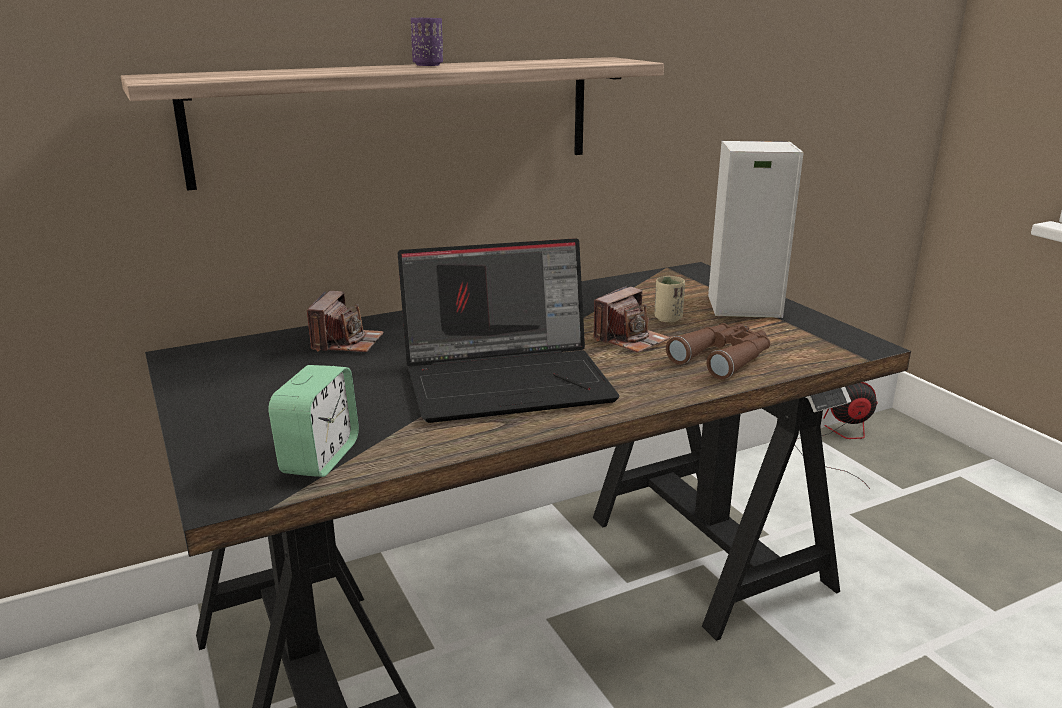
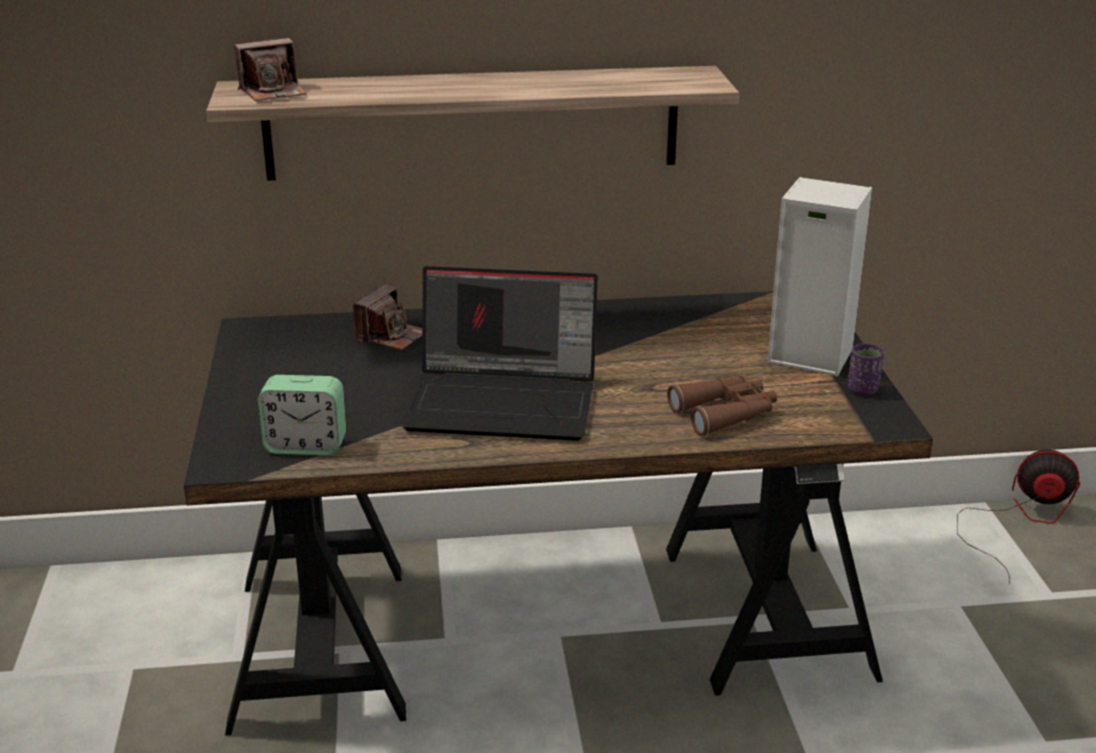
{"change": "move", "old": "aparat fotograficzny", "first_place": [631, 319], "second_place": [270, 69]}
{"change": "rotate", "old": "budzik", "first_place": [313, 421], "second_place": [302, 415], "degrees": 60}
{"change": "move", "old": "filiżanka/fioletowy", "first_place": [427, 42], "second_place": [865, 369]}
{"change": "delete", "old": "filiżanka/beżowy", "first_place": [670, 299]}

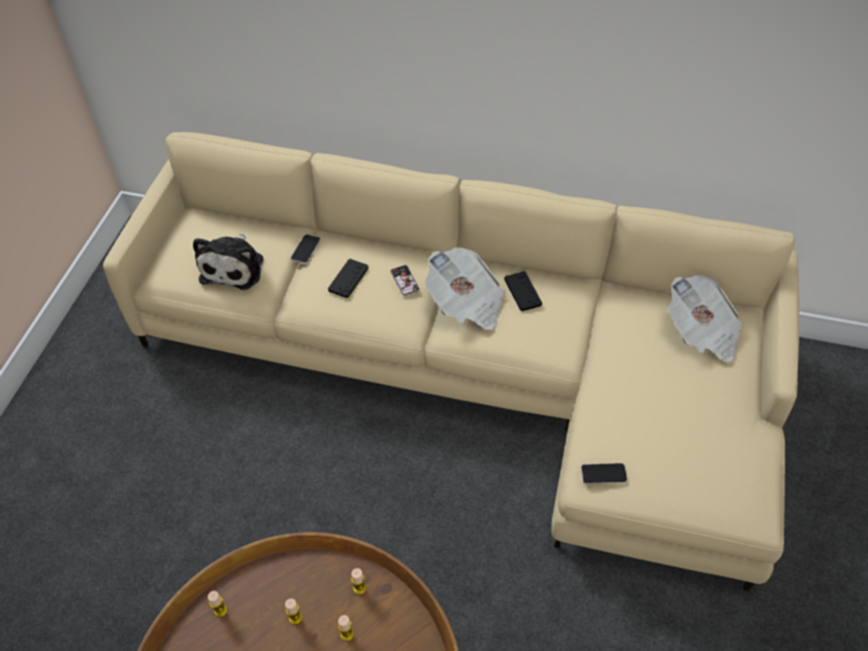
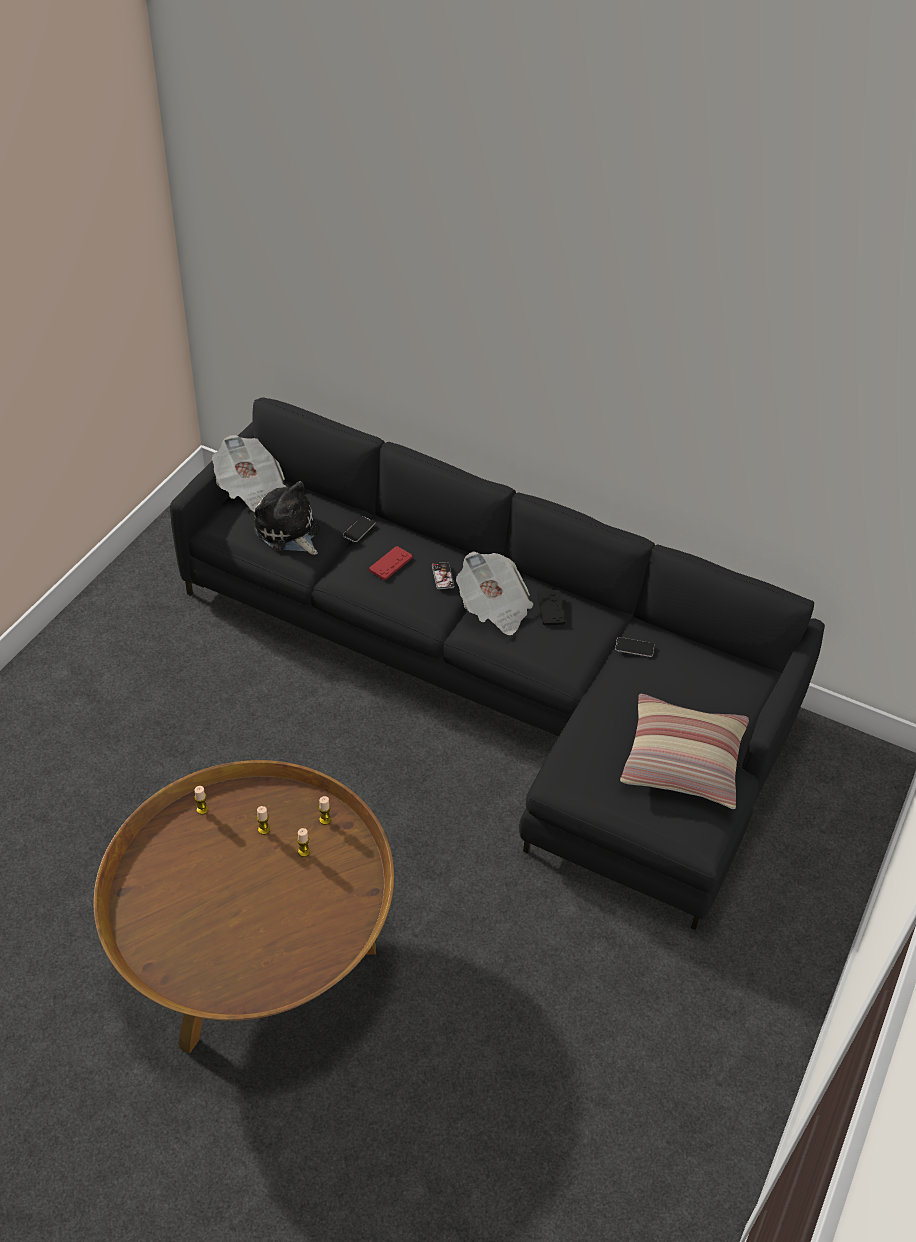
{"change": "recolor", "old": "kanapa/beżowy", "new": "kanapa/czarny", "first_place": [451, 361], "second_place": [497, 663]}
{"change": "move", "old": "gazeta", "first_place": [705, 319], "second_place": [249, 473]}
{"change": "rotate", "old": "pluszak", "first_place": [228, 262], "second_place": [286, 518], "degrees": 120}
{"change": "recolor", "old": "pad do gier/czarny", "new": "pad do gier/czerwony", "first_place": [348, 278], "second_place": [390, 563]}
{"change": "move", "old": "telefon", "first_place": [604, 473], "second_place": [634, 647]}
{"change": "insert", "new": "poduszka", "second_place": [684, 751]}

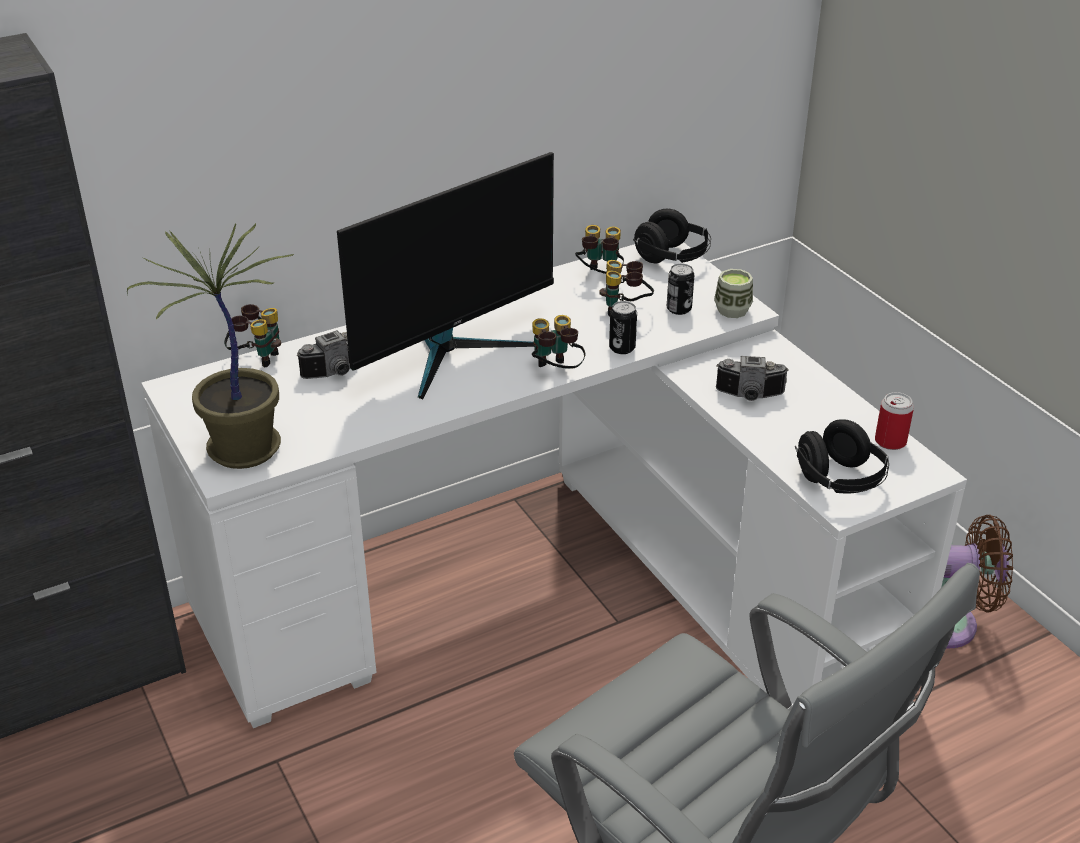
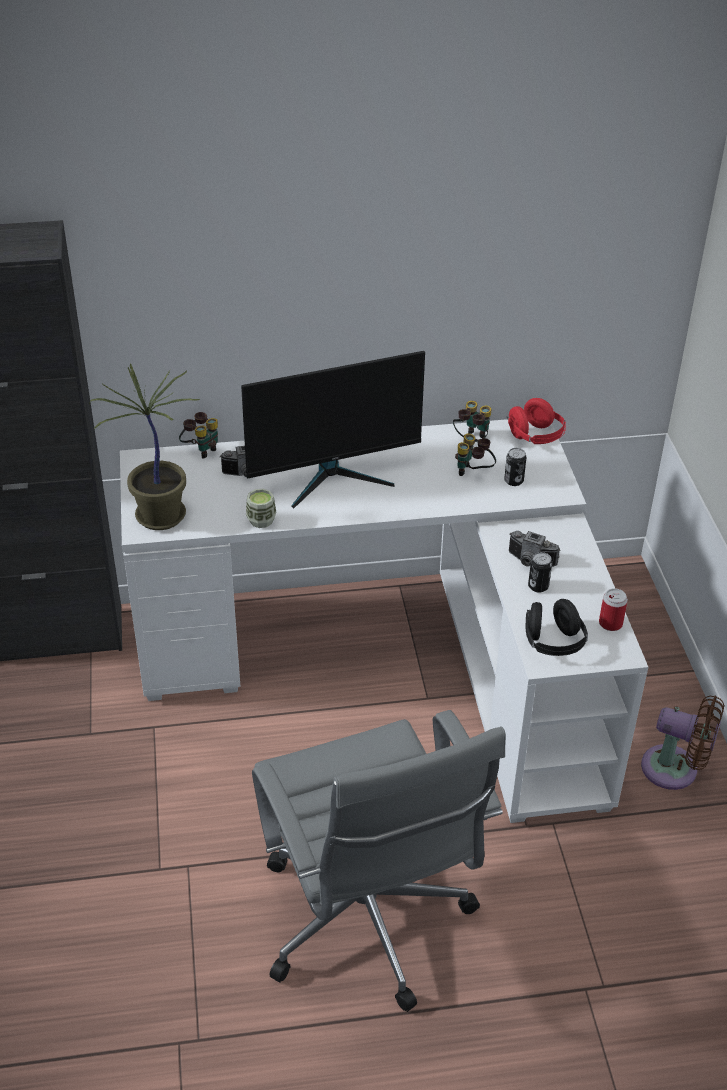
{"change": "move", "old": "filiżanka", "first_place": [733, 293], "second_place": [261, 508]}
{"change": "recolor", "old": "słuchawki/czarny", "new": "słuchawki/czerwony", "first_place": [672, 236], "second_place": [536, 421]}
{"change": "move", "old": "puszka", "first_place": [623, 327], "second_place": [540, 572]}
{"change": "delete", "old": "lornetka", "first_place": [558, 342]}

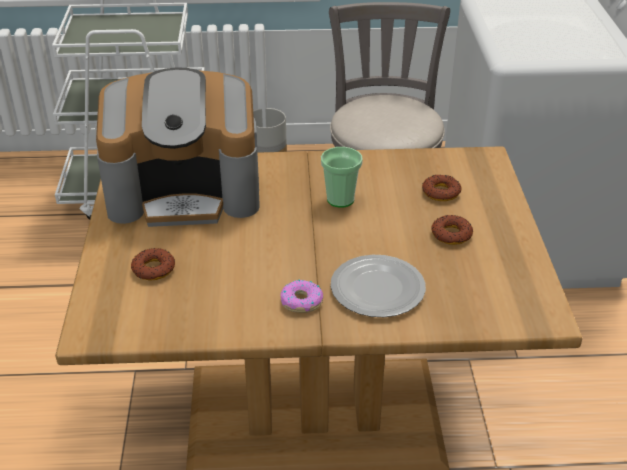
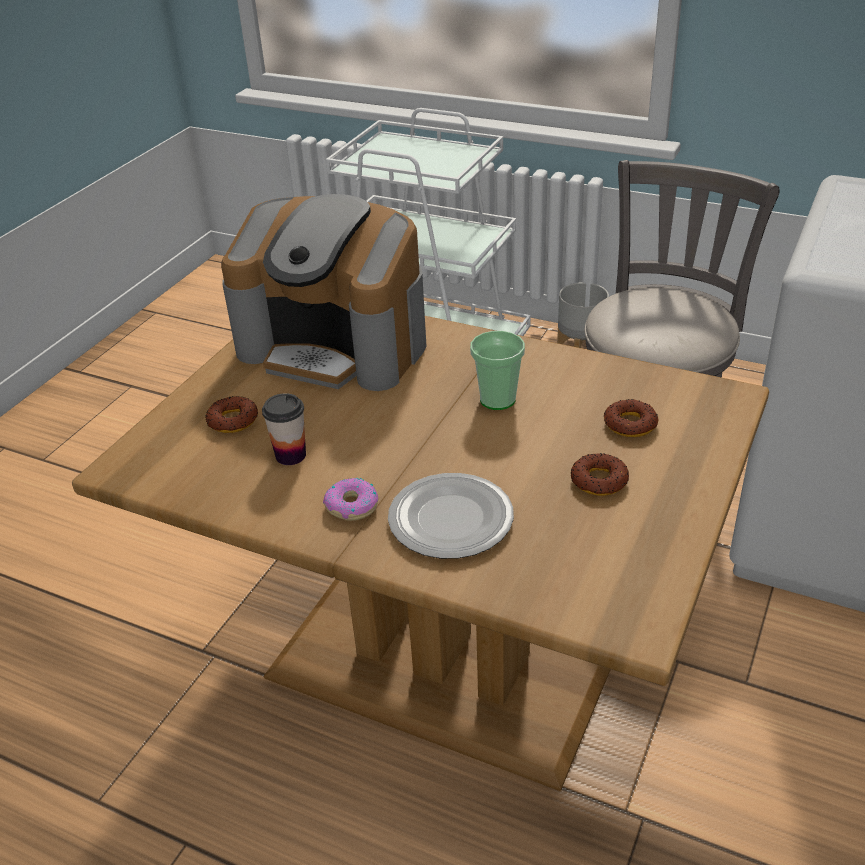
{"change": "insert", "new": "filiżanka", "second_place": [284, 429]}

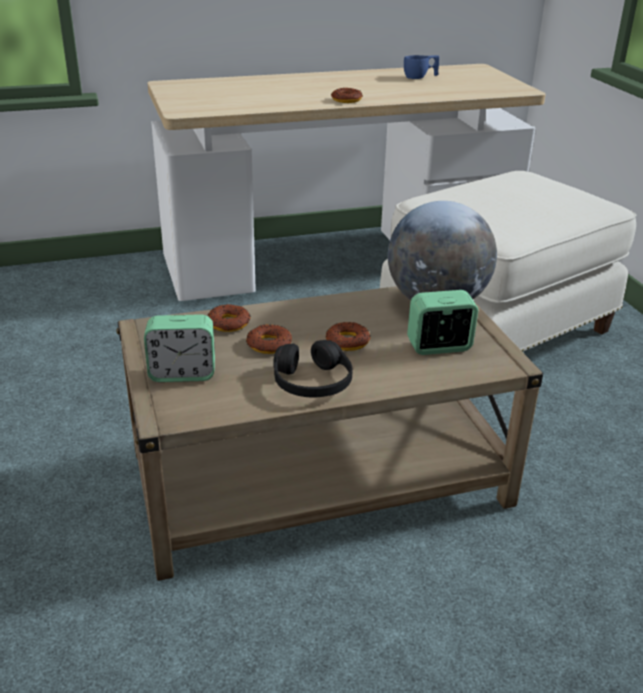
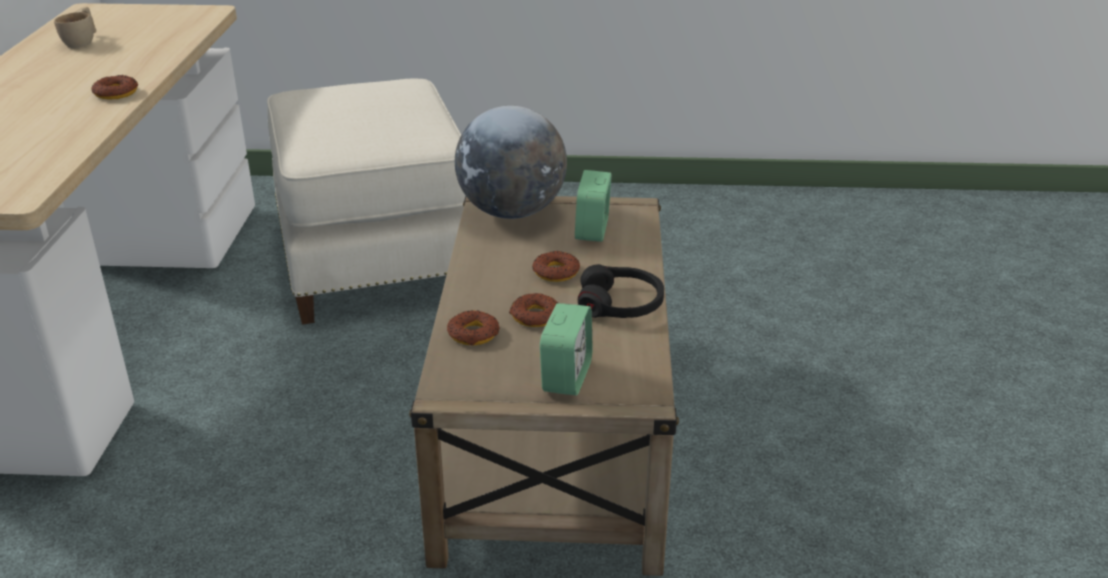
{"change": "recolor", "old": "filiżanka/niebieski", "new": "filiżanka/beżowy", "first_place": [421, 67], "second_place": [75, 27]}

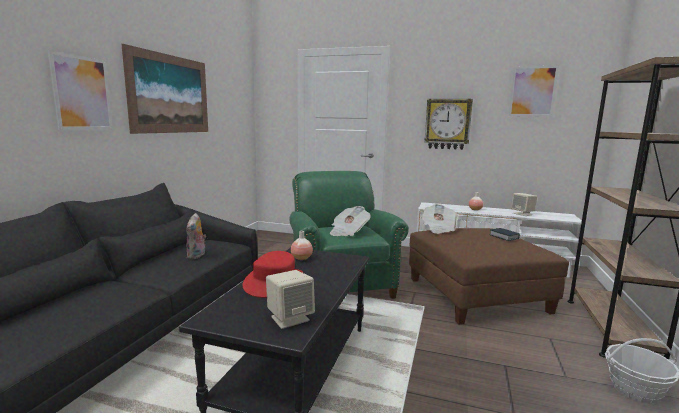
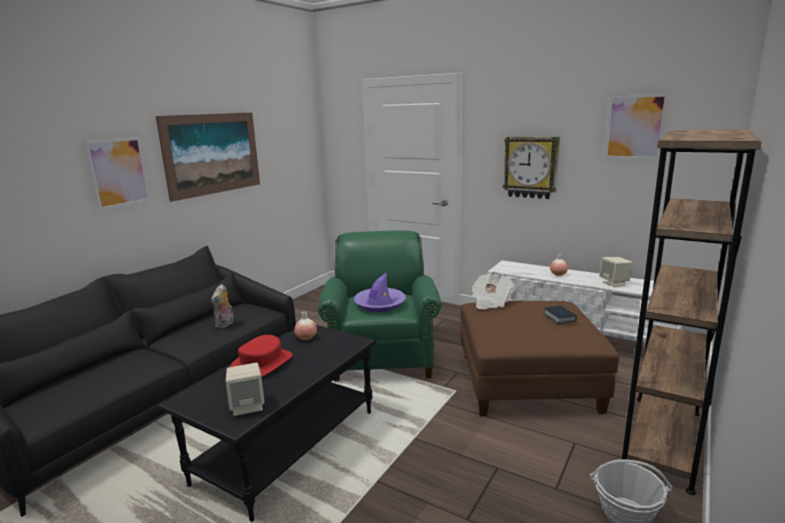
{"change": "replace", "old": "gazeta", "new": "kapelusz/fioletowy", "first_place": [350, 221], "second_place": [380, 292]}

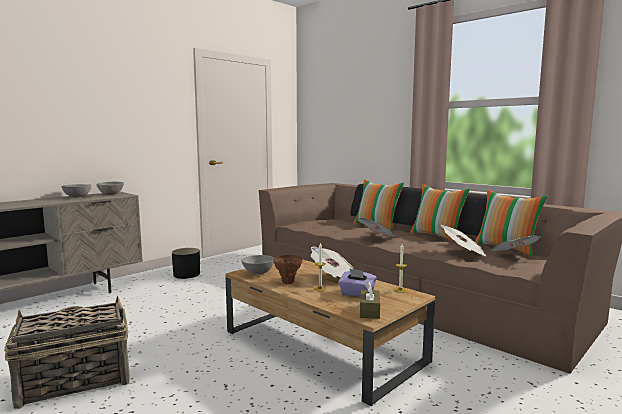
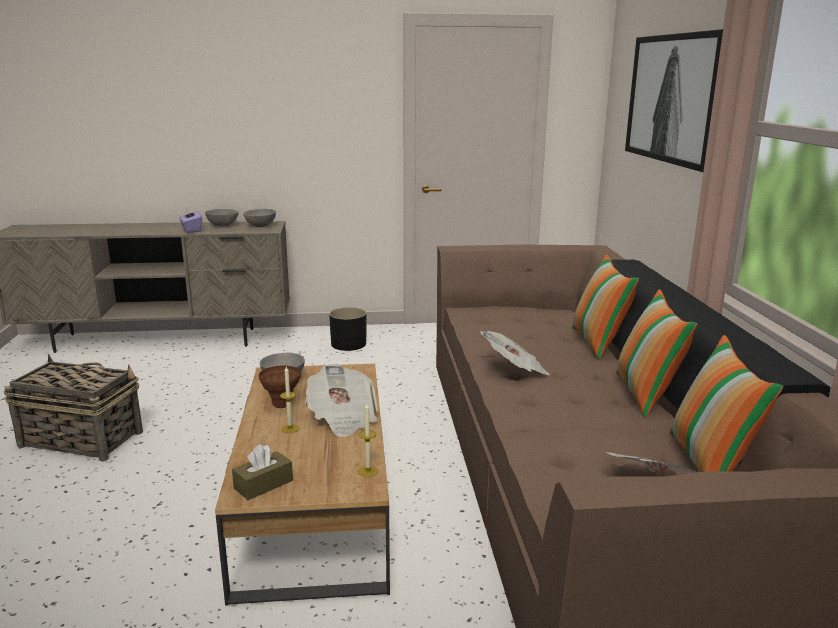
{"change": "move", "old": "pudełko chusteczek/fioletowy", "first_place": [357, 282], "second_place": [190, 221]}
{"change": "insert", "new": "obraz", "second_place": [674, 100]}
{"change": "delete", "old": "gazeta", "first_place": [463, 240]}

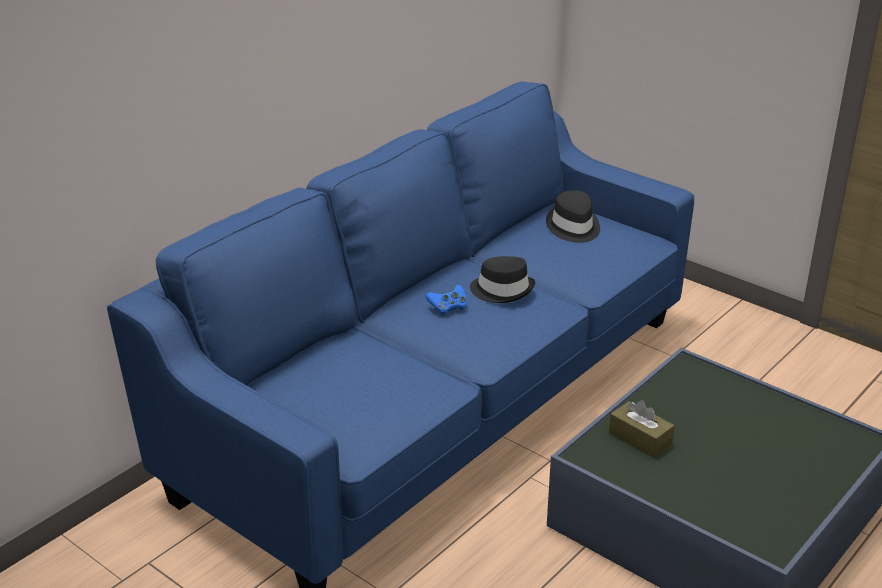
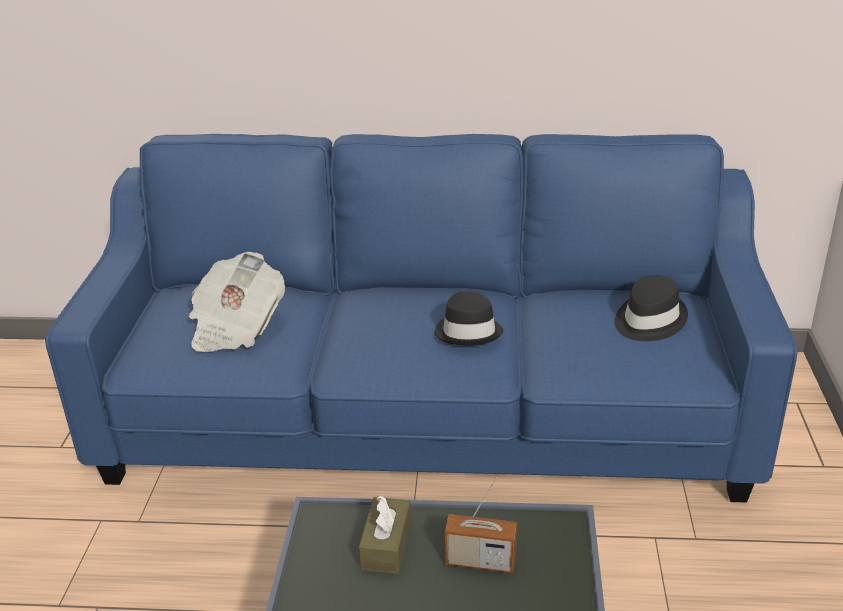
{"change": "insert", "new": "gazeta", "second_place": [237, 302]}
{"change": "insert", "new": "radio", "second_place": [481, 525]}
{"change": "delete", "old": "pad do gier/niebieski", "first_place": [446, 300]}

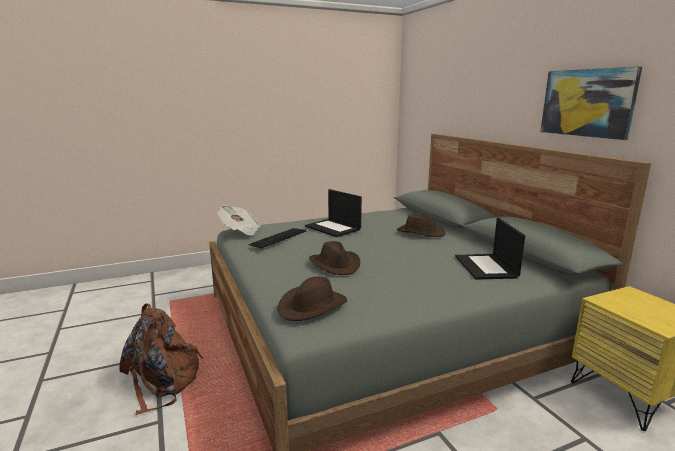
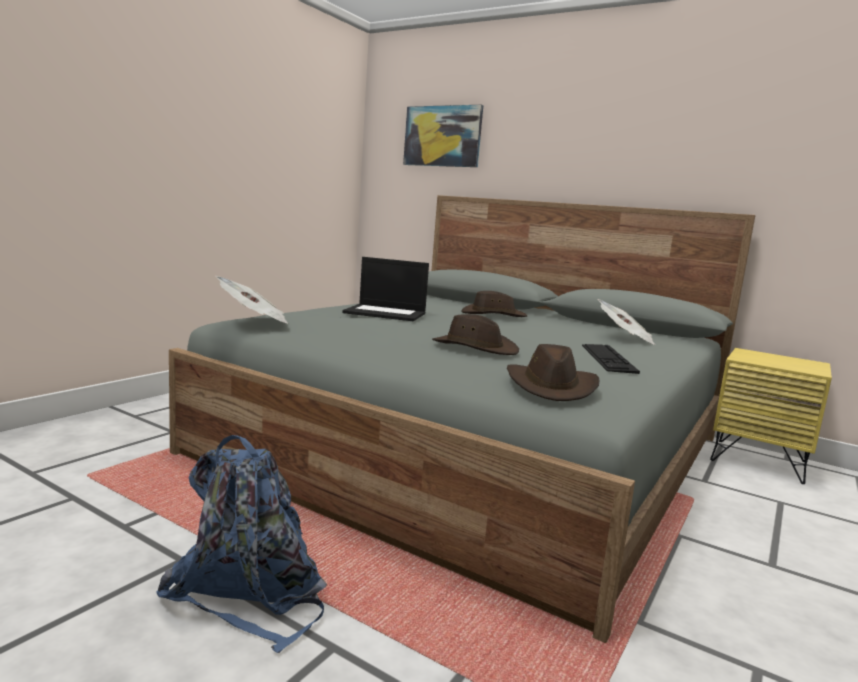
{"change": "recolor", "old": "plecak/brązowy", "new": "plecak/niebieski", "first_place": [161, 359], "second_place": [241, 544]}
{"change": "move", "old": "obraz", "first_place": [591, 103], "second_place": [443, 136]}
{"change": "move", "old": "klawiatura", "first_place": [277, 238], "second_place": [611, 359]}
{"change": "replace", "old": "laptop", "new": "gazeta", "first_place": [490, 249], "second_place": [626, 322]}

